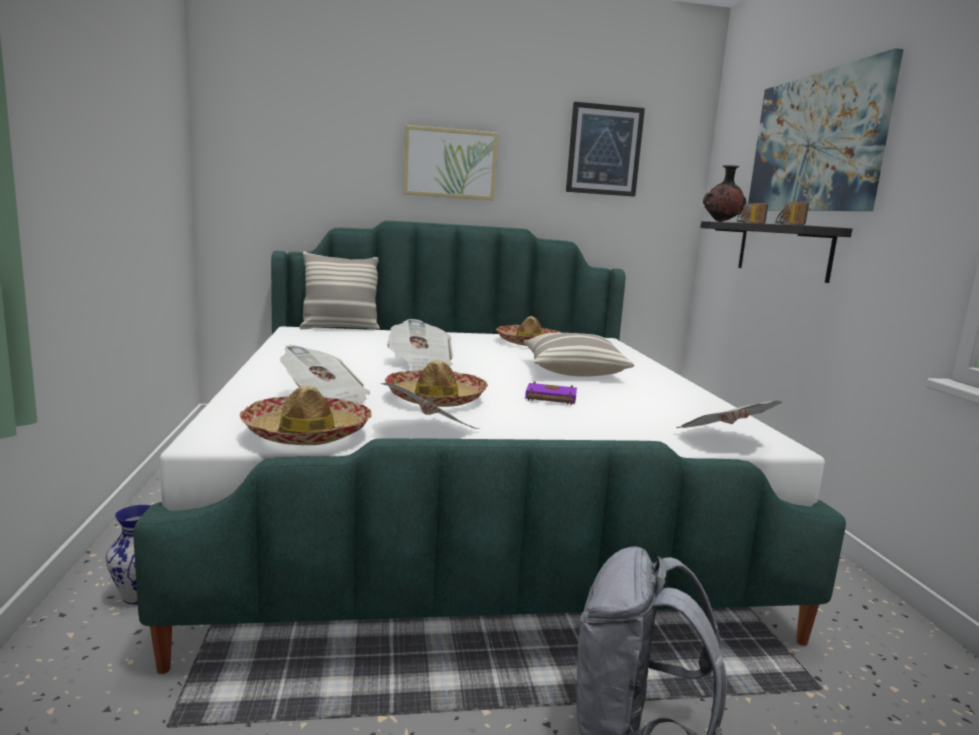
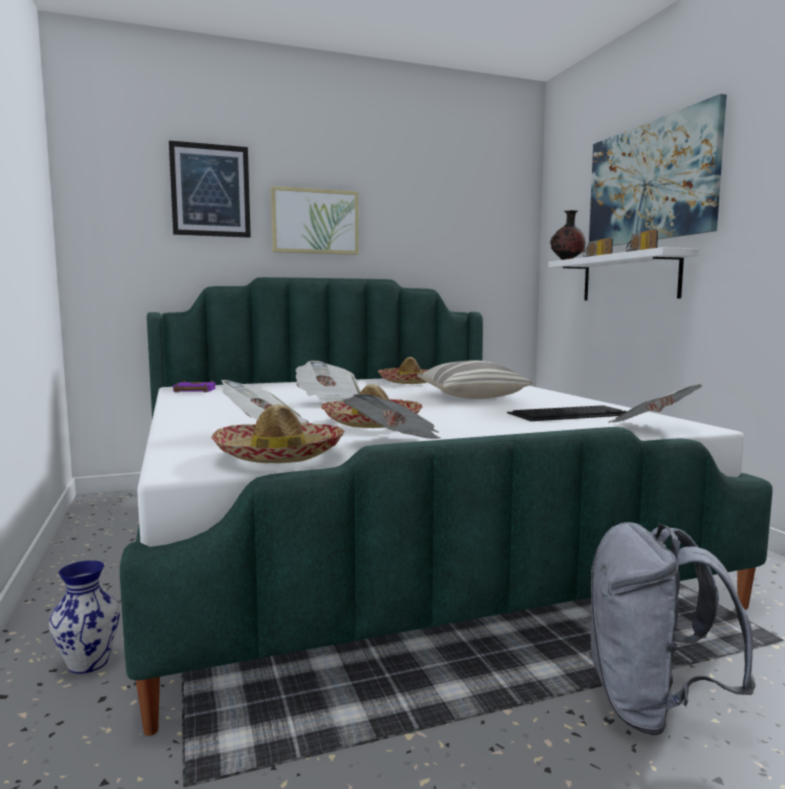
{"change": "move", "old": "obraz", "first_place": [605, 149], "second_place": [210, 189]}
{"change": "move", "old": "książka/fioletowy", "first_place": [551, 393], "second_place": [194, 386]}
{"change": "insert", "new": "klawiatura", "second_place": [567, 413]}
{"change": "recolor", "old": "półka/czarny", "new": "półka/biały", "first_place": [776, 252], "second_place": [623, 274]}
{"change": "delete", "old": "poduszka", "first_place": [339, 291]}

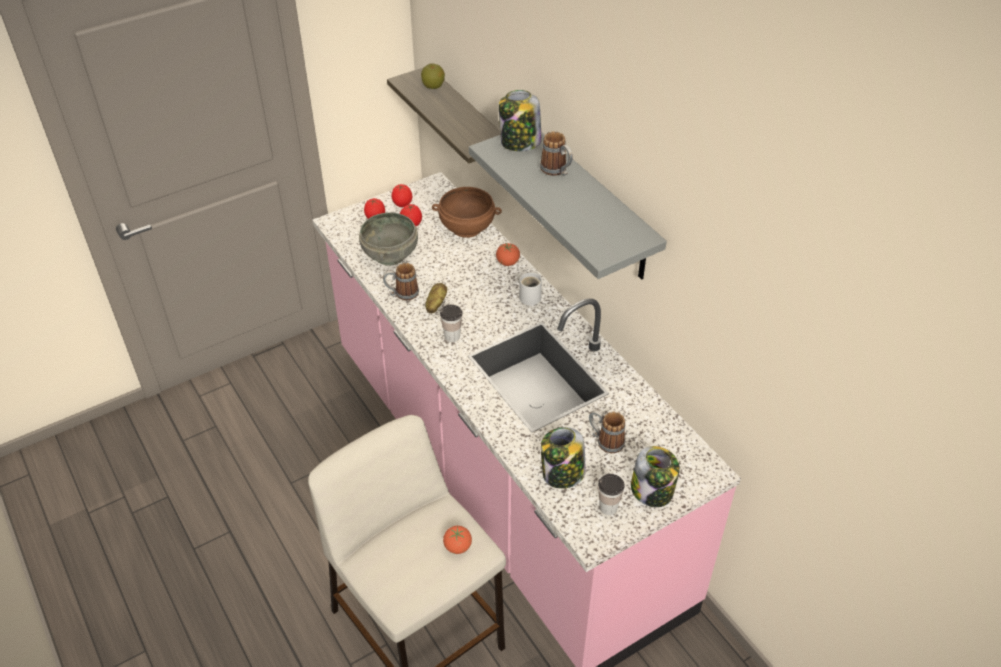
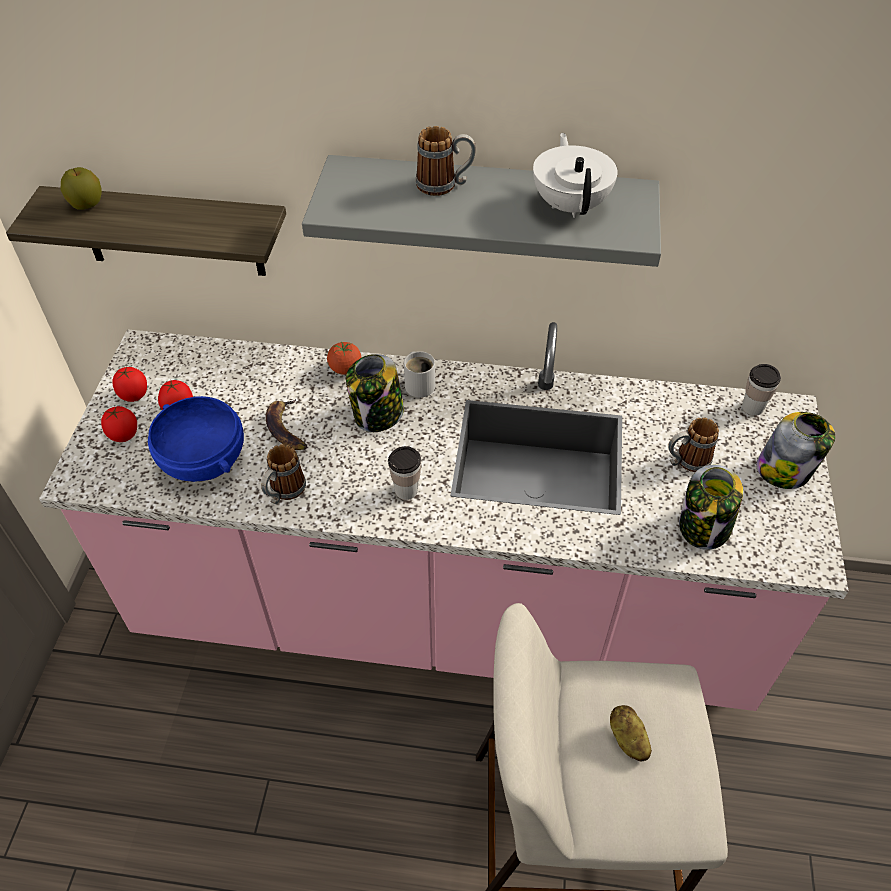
{"change": "recolor", "old": "miska/szary", "new": "miska/niebieski", "first_place": [388, 238], "second_place": [196, 439]}
{"change": "insert", "new": "banan", "second_place": [286, 424]}
{"change": "move", "old": "słoik", "first_place": [520, 120], "second_place": [375, 393]}
{"change": "insert", "new": "imbryk/biały", "second_place": [575, 175]}
{"change": "move", "old": "ziemniak", "first_place": [436, 298], "second_place": [631, 733]}
{"change": "move", "old": "filiżanka", "first_place": [611, 494], "second_place": [761, 390]}
{"change": "delete", "old": "miska/brązowy", "first_place": [467, 212]}
{"change": "delete", "old": "pomidor", "first_place": [457, 540]}

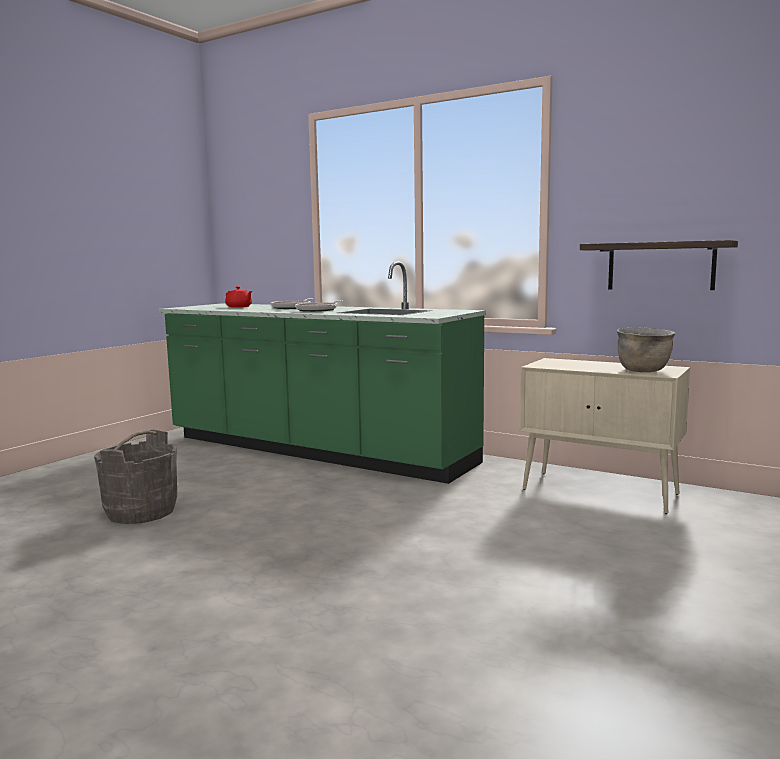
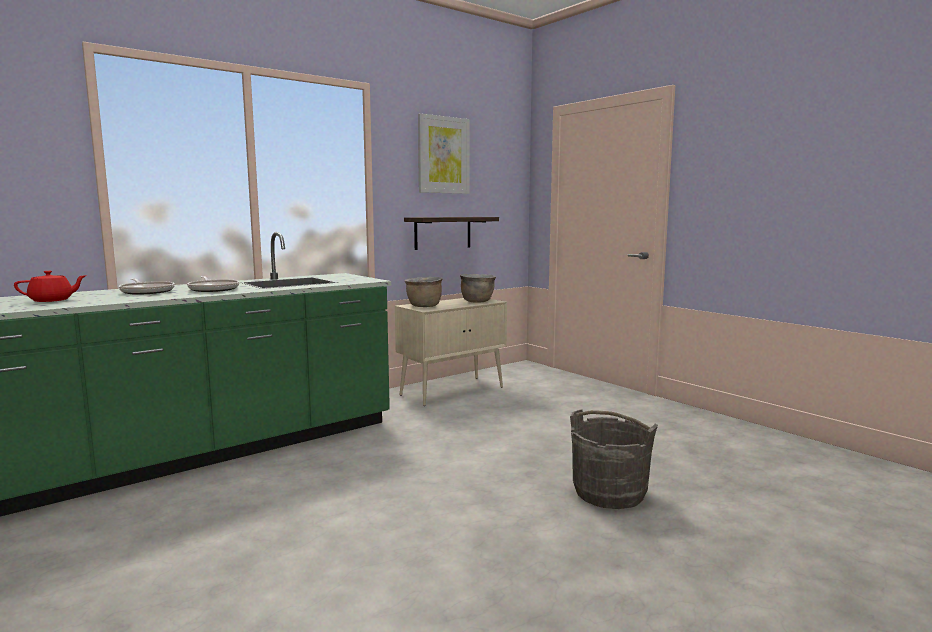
{"change": "insert", "new": "garnek/brązowy", "second_place": [424, 292]}
{"change": "insert", "new": "obraz", "second_place": [443, 153]}
{"change": "move", "old": "wiadro/szary", "first_place": [135, 477], "second_place": [614, 459]}

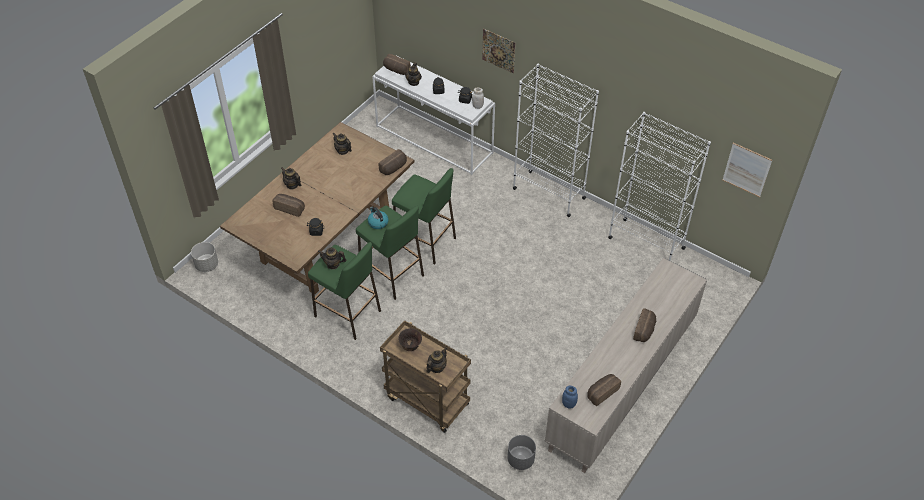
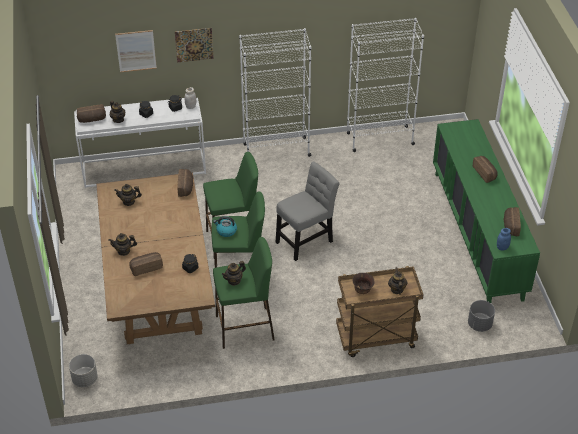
{"change": "move", "old": "obraz", "first_place": [747, 170], "second_place": [136, 51]}
{"change": "insert", "new": "krzesło/szary", "second_place": [307, 211]}
{"change": "recolor", "old": "szafka/beżowy", "new": "szafka/zielony", "first_place": [626, 365], "second_place": [486, 211]}

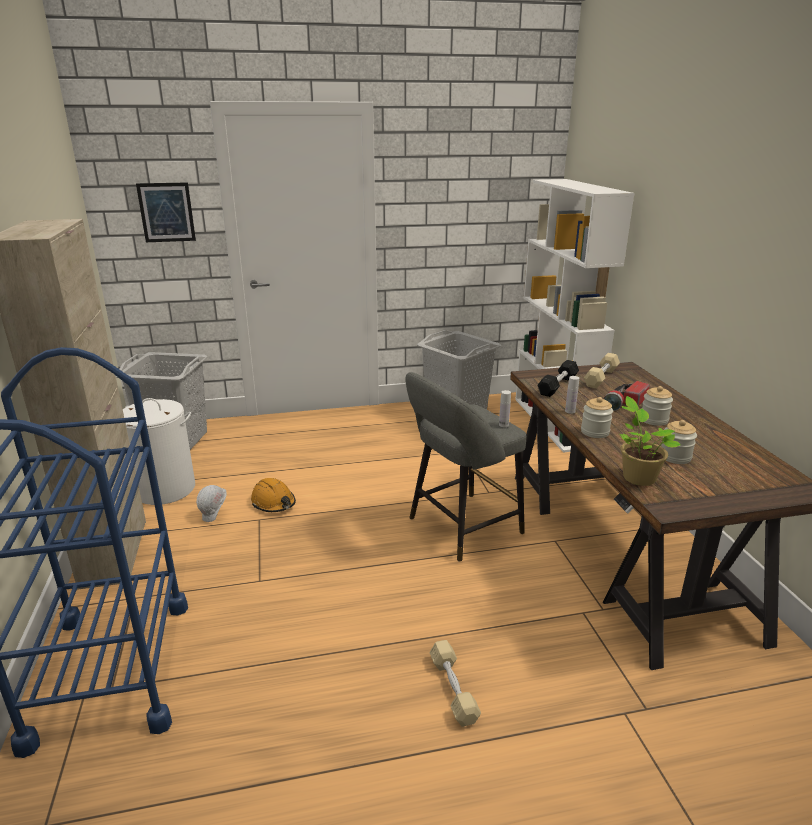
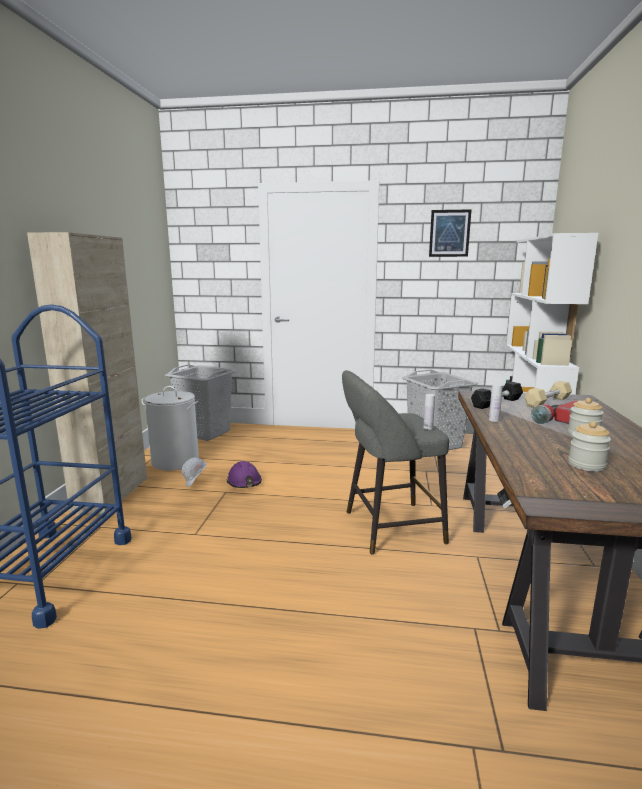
{"change": "recolor", "old": "kask/pomarańczowy", "new": "kask/fioletowy", "first_place": [273, 495], "second_place": [244, 474]}
{"change": "move", "old": "obraz", "first_place": [166, 212], "second_place": [450, 233]}
{"change": "delete", "old": "hantel/beżowy", "first_place": [455, 683]}
{"change": "delete", "old": "słoik", "first_place": [597, 417]}
{"change": "delete", "old": "roślina doniczkowa", "first_place": [650, 441]}

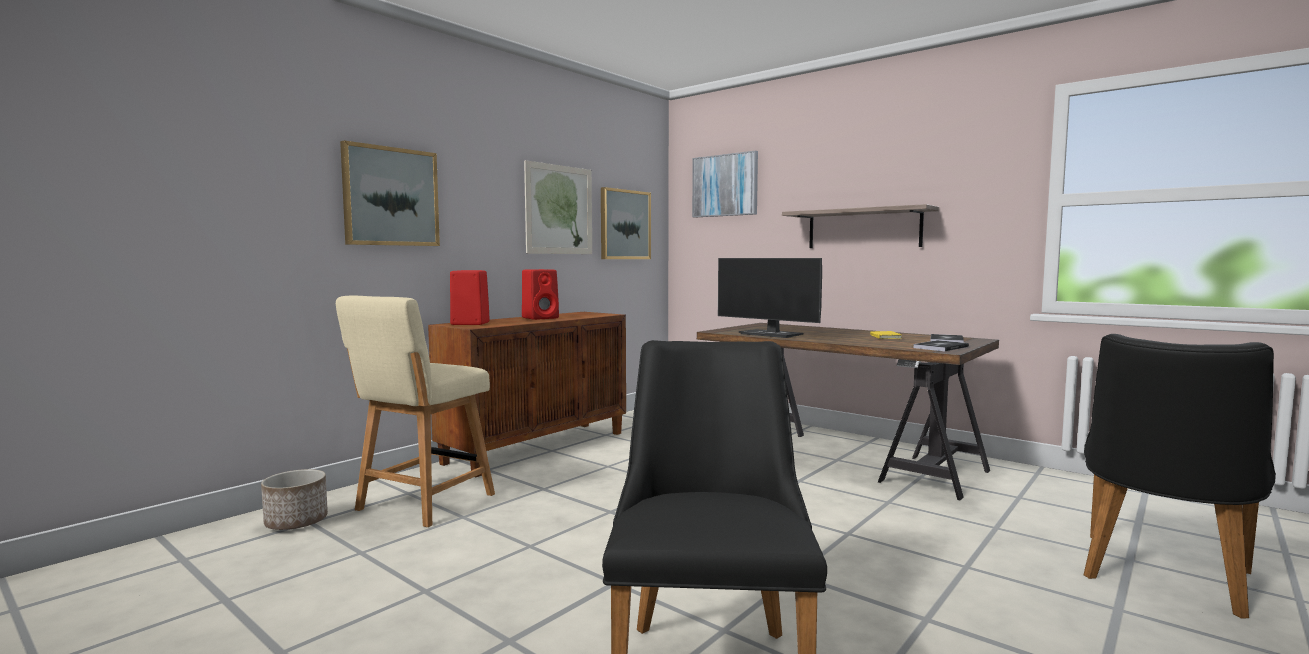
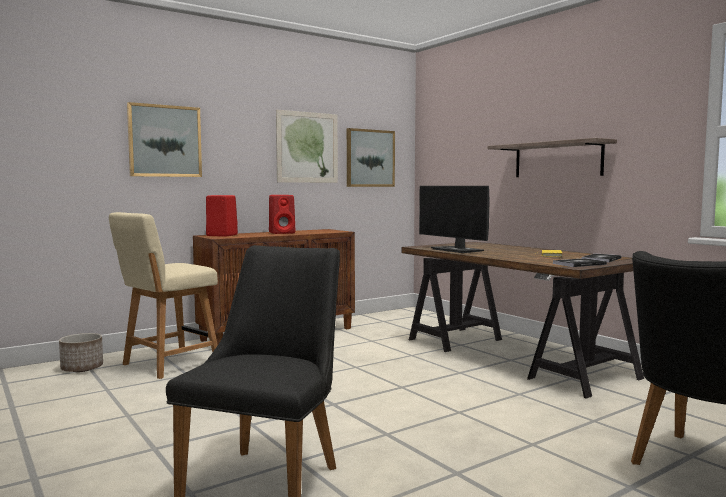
{"change": "delete", "old": "obraz", "first_place": [725, 184]}

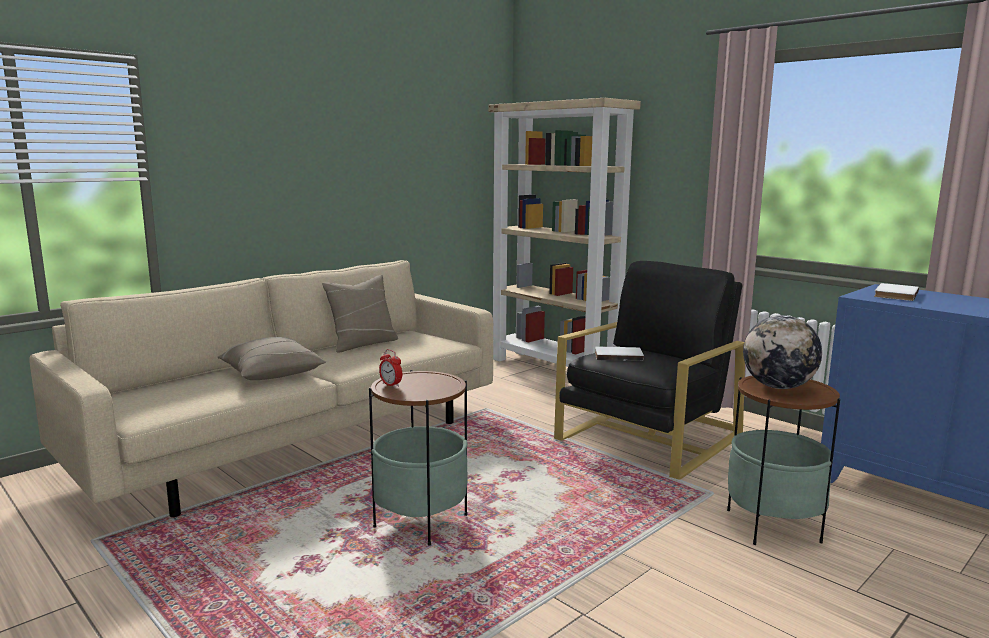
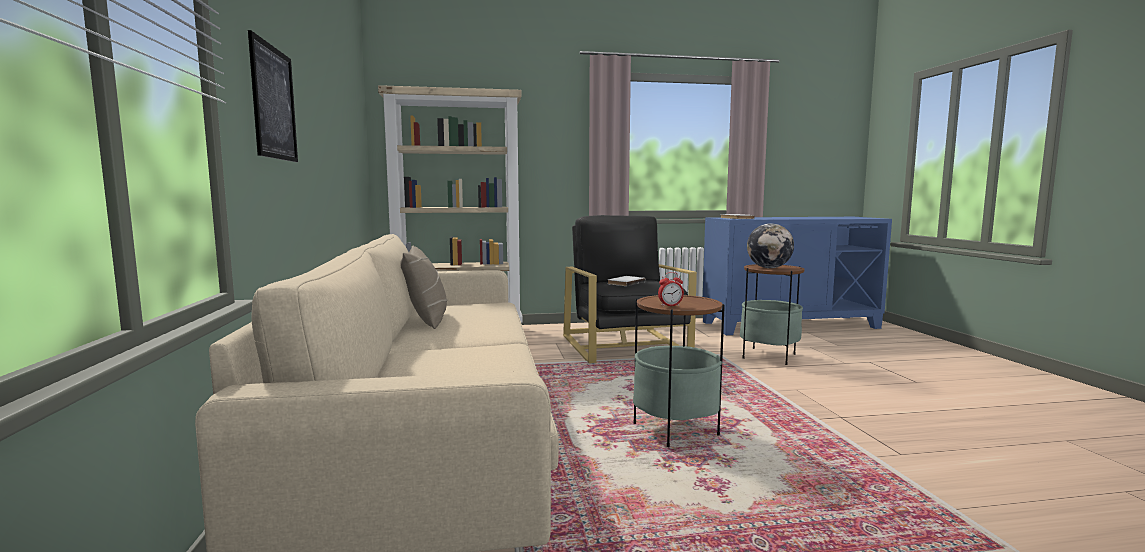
{"change": "insert", "new": "obraz", "second_place": [273, 96]}
{"change": "delete", "old": "poduszka/beżowy", "first_place": [271, 358]}

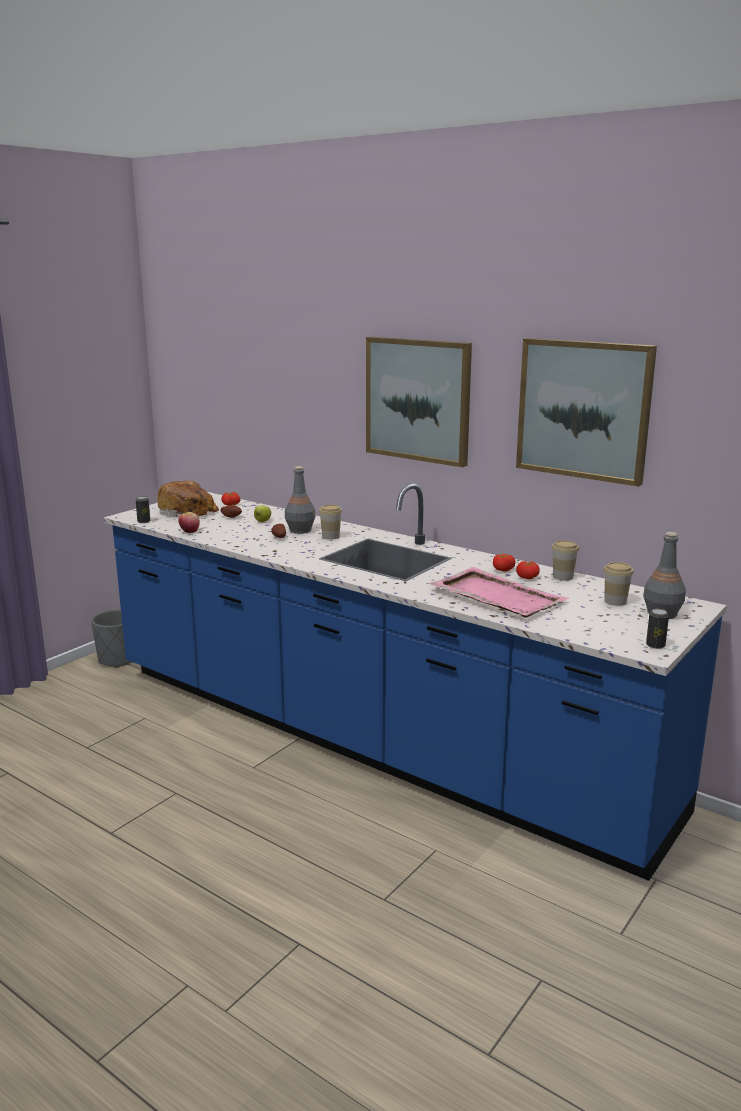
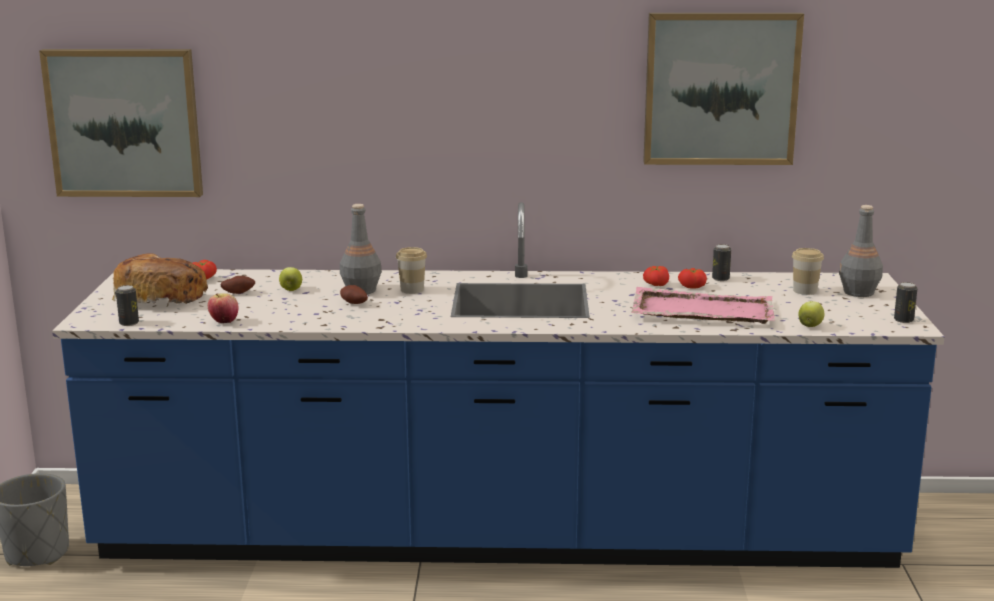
{"change": "move", "old": "obraz", "first_place": [419, 402], "second_place": [121, 123]}
{"change": "replace", "old": "filiżanka", "new": "puszka", "first_place": [565, 560], "second_place": [721, 262]}
{"change": "insert", "new": "jabłko", "second_place": [811, 314]}

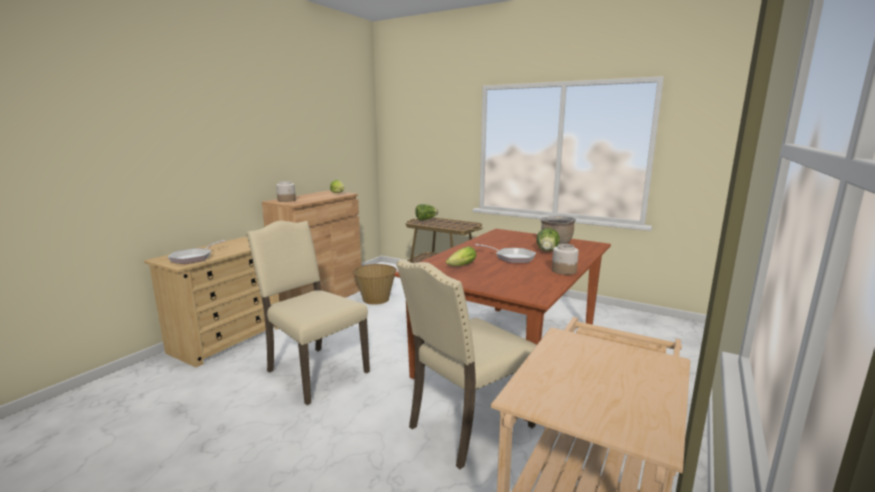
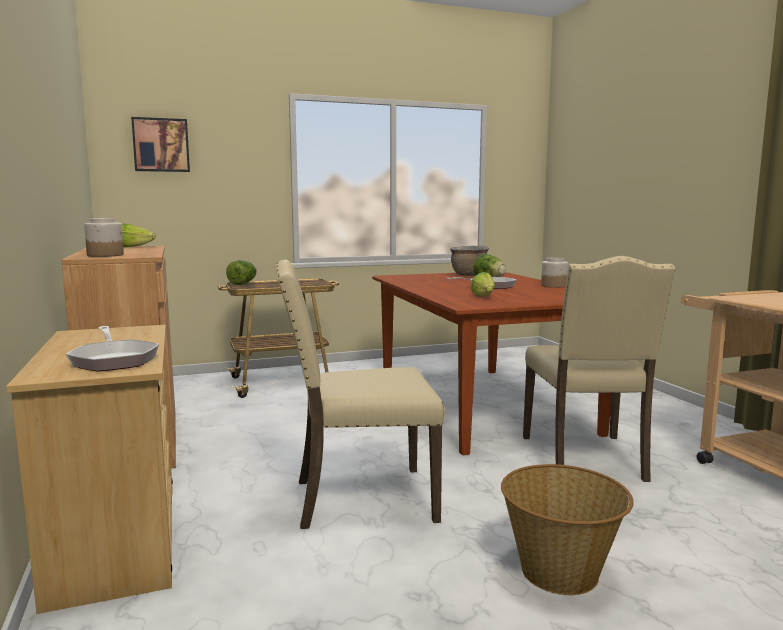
{"change": "insert", "new": "obraz", "second_place": [160, 144]}
{"change": "move", "old": "koszyk", "first_place": [374, 284], "second_place": [567, 529]}

